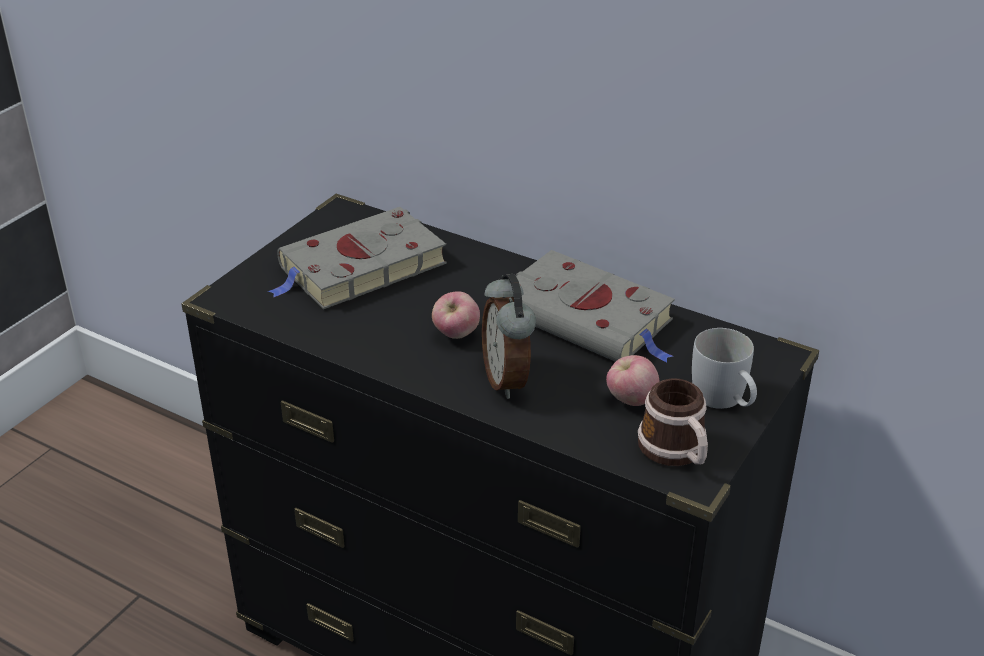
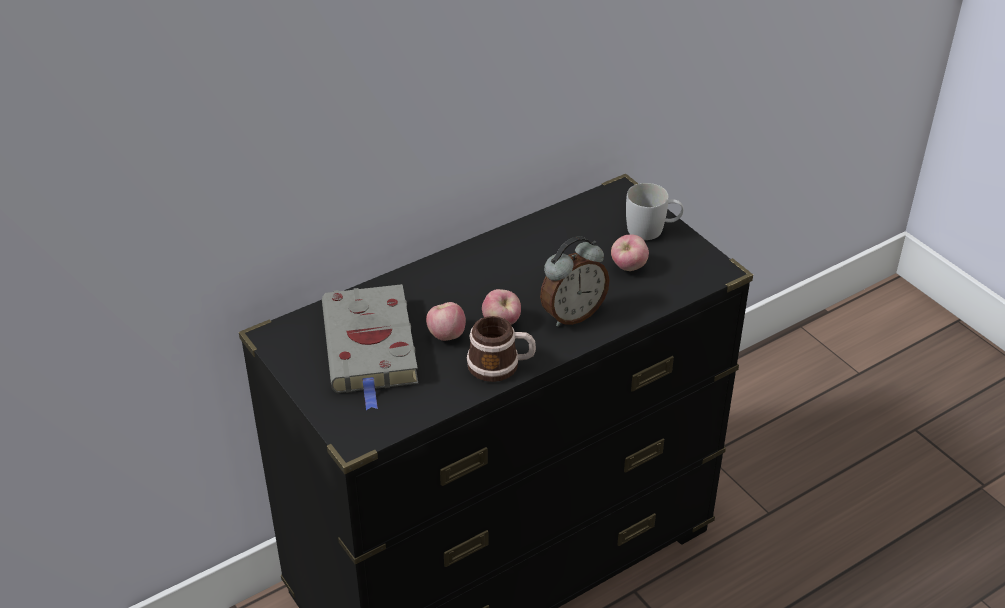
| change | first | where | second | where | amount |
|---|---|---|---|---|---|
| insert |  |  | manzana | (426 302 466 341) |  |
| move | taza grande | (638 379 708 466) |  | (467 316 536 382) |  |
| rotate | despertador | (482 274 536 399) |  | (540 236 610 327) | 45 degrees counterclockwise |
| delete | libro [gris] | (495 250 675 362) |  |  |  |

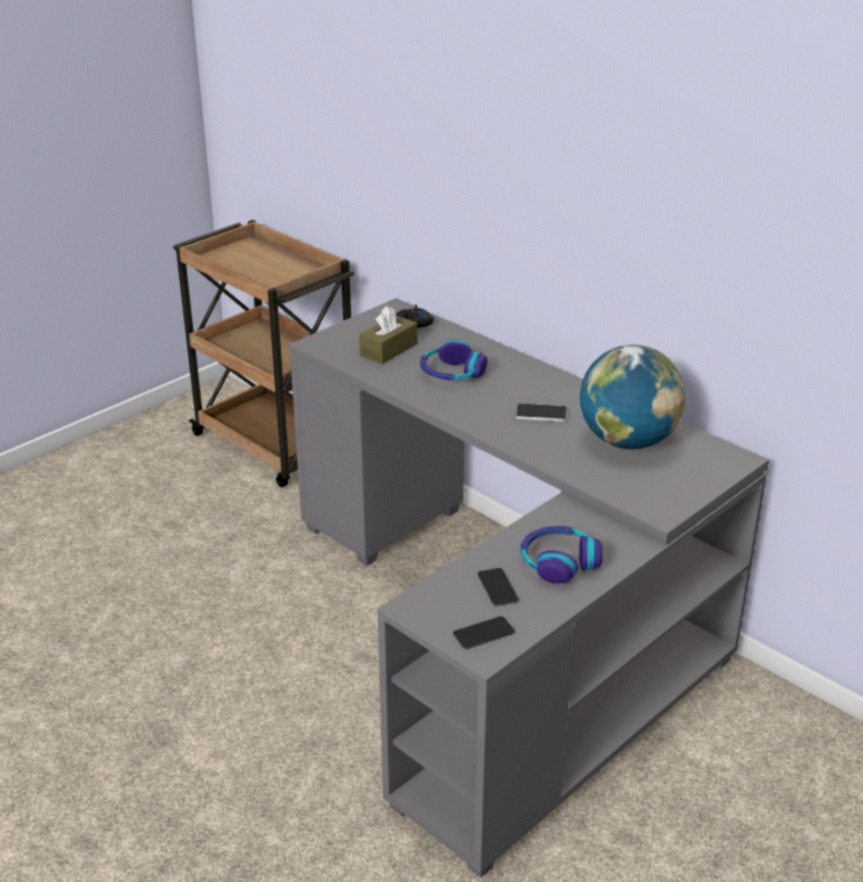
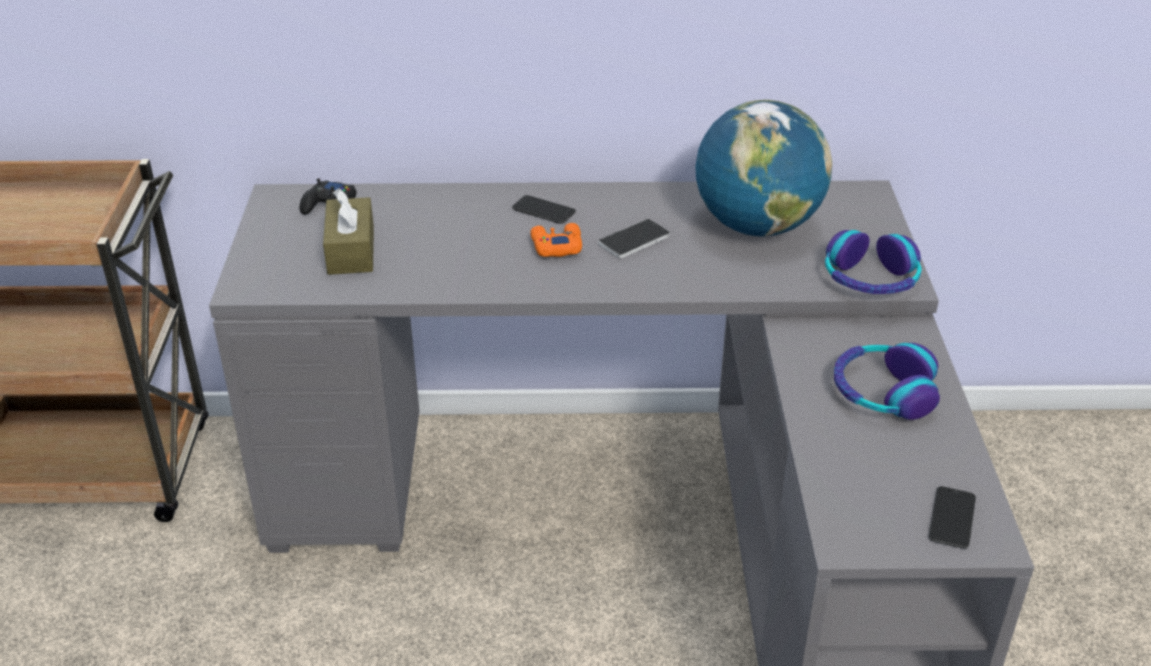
| change | first | where | second | where | amount |
|---|---|---|---|---|---|
| move | móvil | (478 568 518 606) |  | (512 195 576 224) |  |
| insert |  |  | mando de consola [naranja] | (530 223 582 257) |  |
| move | auriculares | (420 339 487 380) |  | (825 230 922 294) |  |

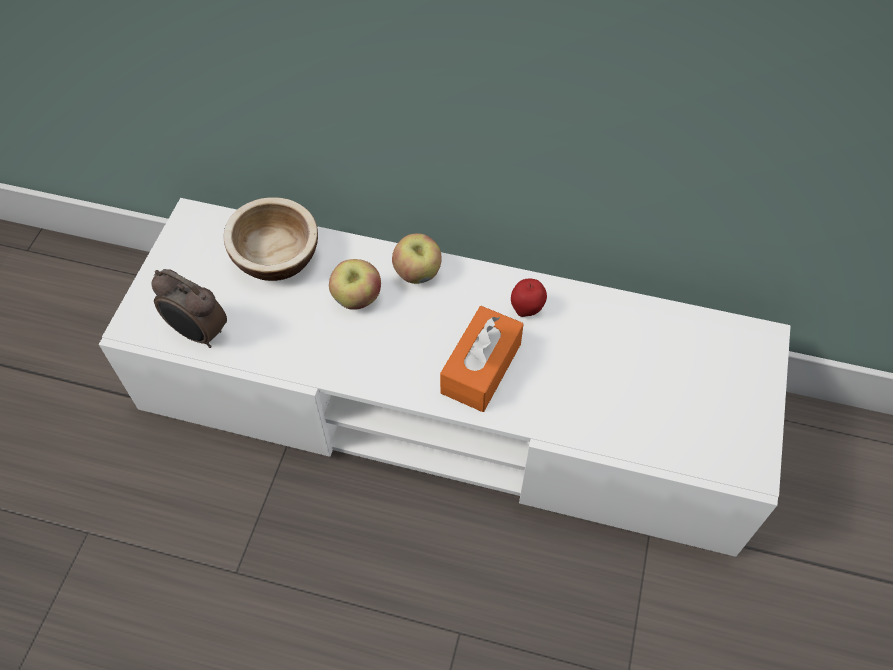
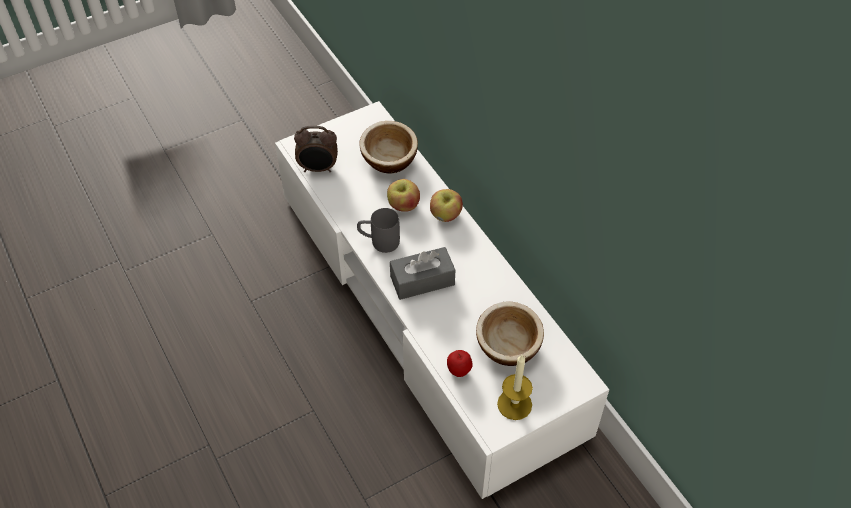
| change | first | where | second | where | amount |
|---|---|---|---|---|---|
| rotate | despertador | (151 269 227 348) |  | (294 126 338 172) | 75 degrees counterclockwise |
| insert |  |  | taza grande [gris] | (357 208 400 253) |  |
| recolor | caja de pañuelos [naranja] | (440 306 524 412) | caja de pañuelos [gris] | (390 247 455 300) |  |
| move | manzana | (511 279 547 317) |  | (447 350 473 377) |  |
| insert |  |  | cuenco | (476 301 544 366) |  |
| insert |  |  | vela | (497 355 533 420) |  |

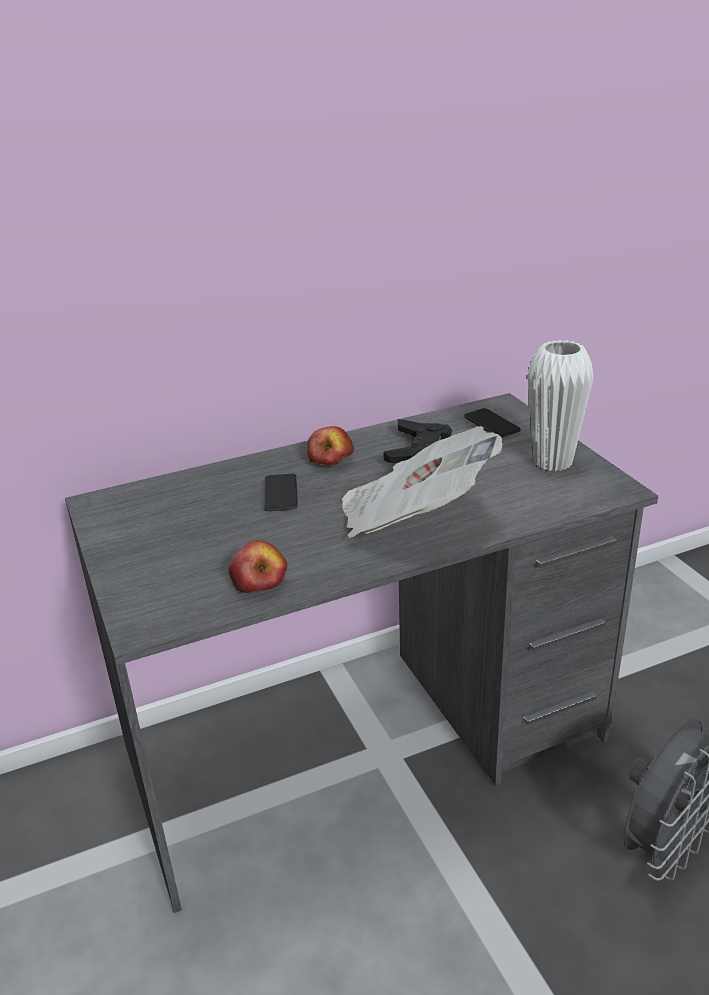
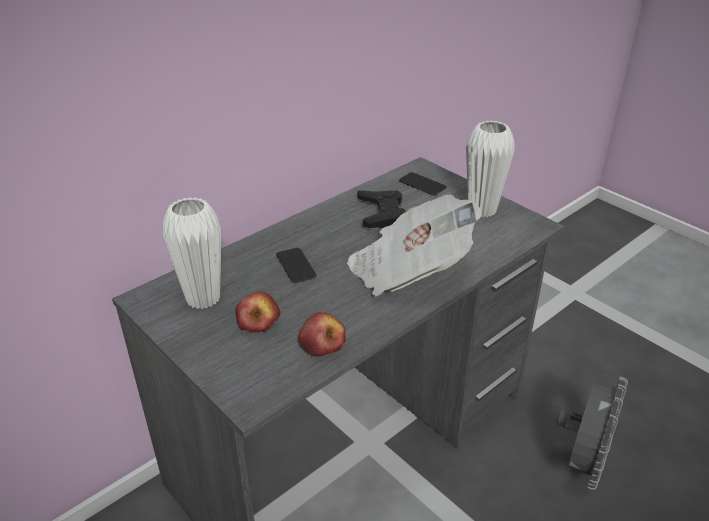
| change | first | where | second | where | amount |
|---|---|---|---|---|---|
| insert |  |  | florero [blanco] | (162 197 221 309) |  |
| move | manzana | (307 426 354 466) |  | (235 291 280 333) |  |

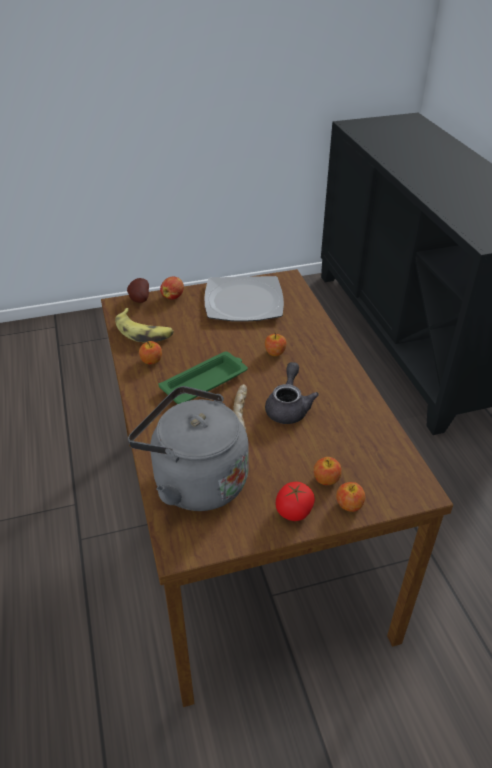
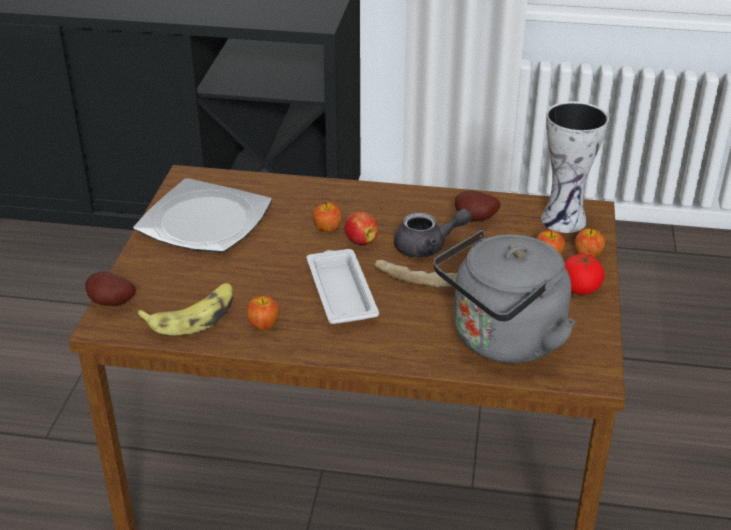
| change | first | where | second | where | amount |
|---|---|---|---|---|---|
| recolor | bandeja [verde] | (159 351 248 404) | bandeja [blanco] | (307 249 379 324) |  |
| move | manzana | (160 277 184 300) |  | (345 211 378 245) |  |
| rotate | tetera [gris] | (265 362 319 424) |  | (394 208 472 258) | 135 degrees clockwise |
| insert |  |  | patata | (455 190 500 221) |  |
| insert |  |  | florero | (541 101 609 233) |  |

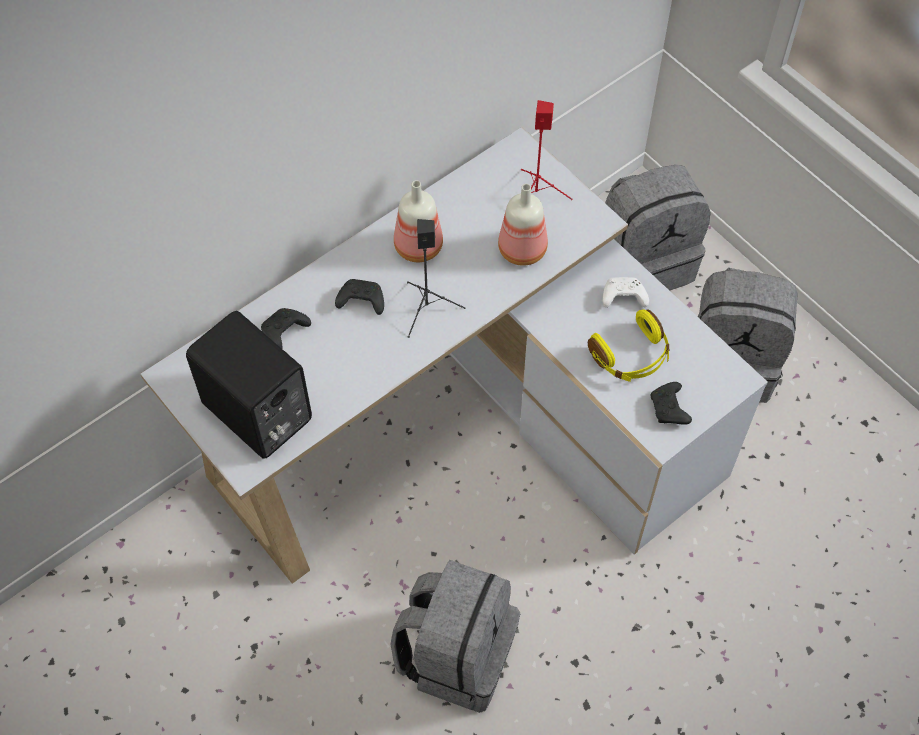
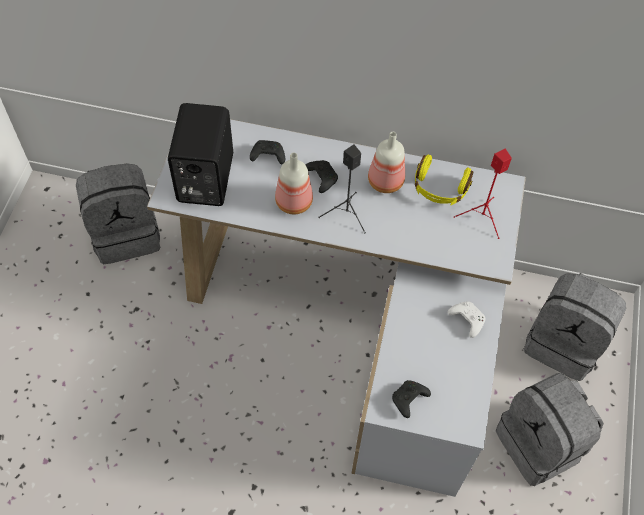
| change | first | where | second | where | amount |
|---|---|---|---|---|---|
| move | mochila [gris] | (391 560 520 713) |  | (76 163 160 264) |  |
| move | botella | (498 184 548 266) |  | (275 153 313 214) |  |
| move | auriculares [amarillo] | (588 309 669 382) |  | (415 155 473 205) |  |

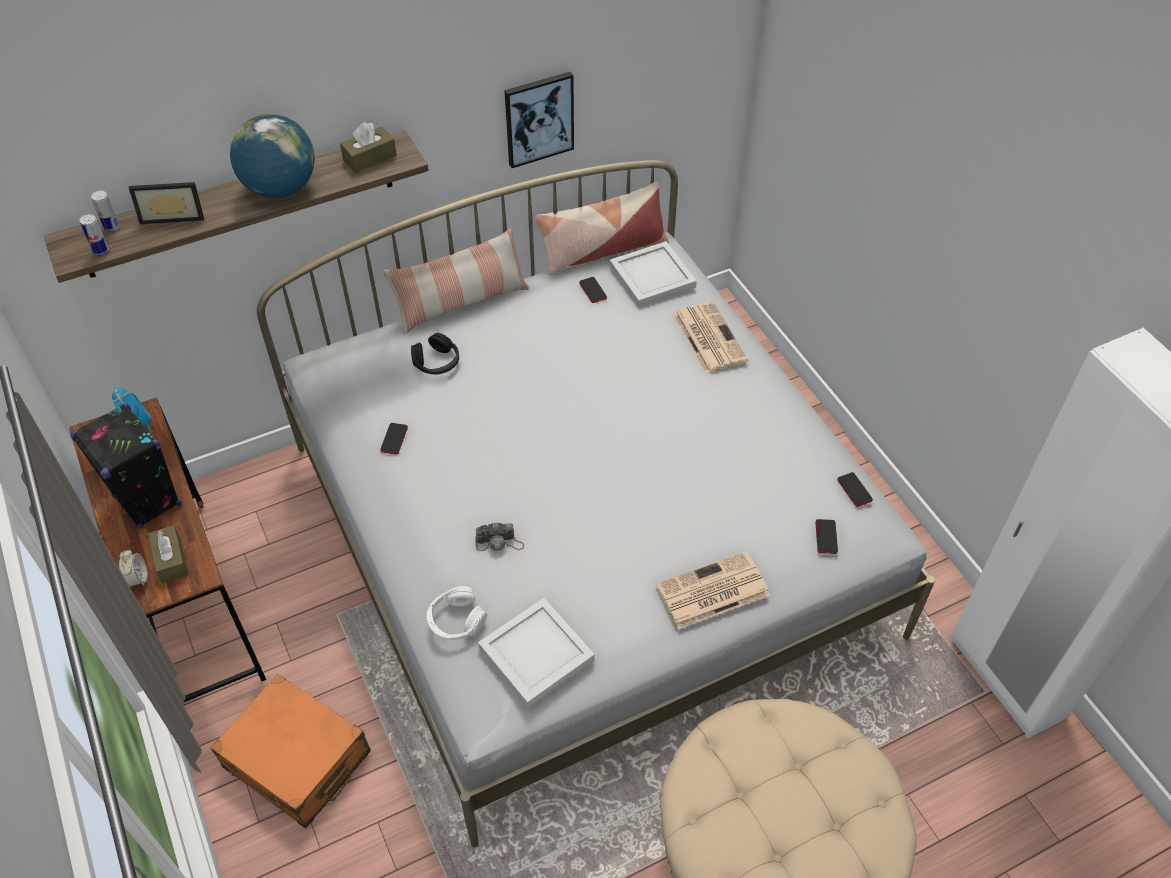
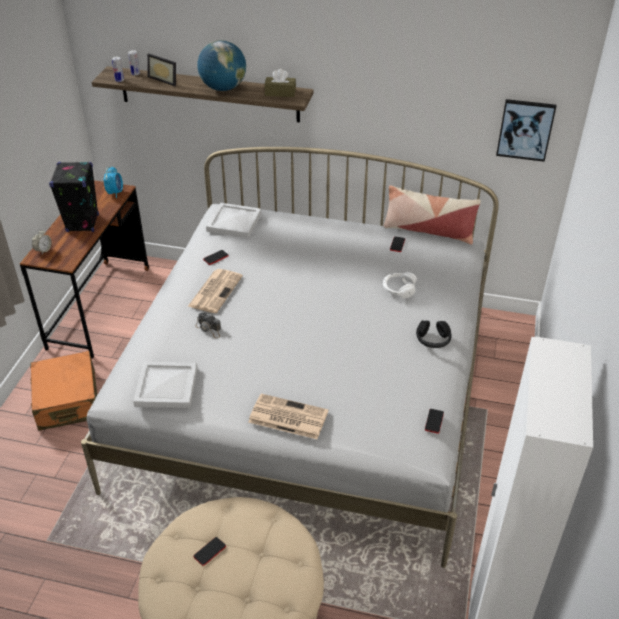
| change | first | where | second | where | amount |
|---|---|---|---|---|---|
| move | periódico | (673 302 748 373) |  | (187 269 243 313) |  |
| move | móvil | (816 519 838 554) |  | (193 537 226 566) |  |
| move | bandeja [blanco] | (610 241 697 307) |  | (206 203 261 238) |  |
| move | auriculares [blanco] | (426 586 487 640) |  | (383 272 417 298) |  |
| move | auriculares [negro] | (411 333 459 375) |  | (416 320 452 348) |  |
| move | cuadro | (504 72 574 168) |  | (496 99 556 162) |  |
| delete | caja de pañuelos [marrón] | (148 525 189 583) |  |  |  |
| delete | cojín | (383 228 529 334) |  |  |  |

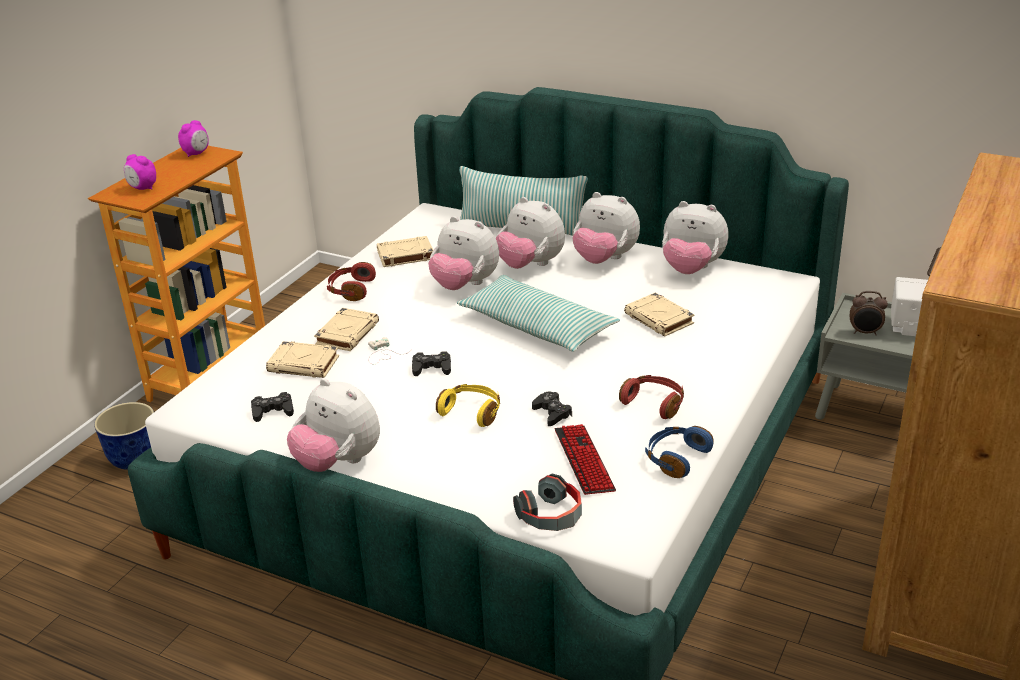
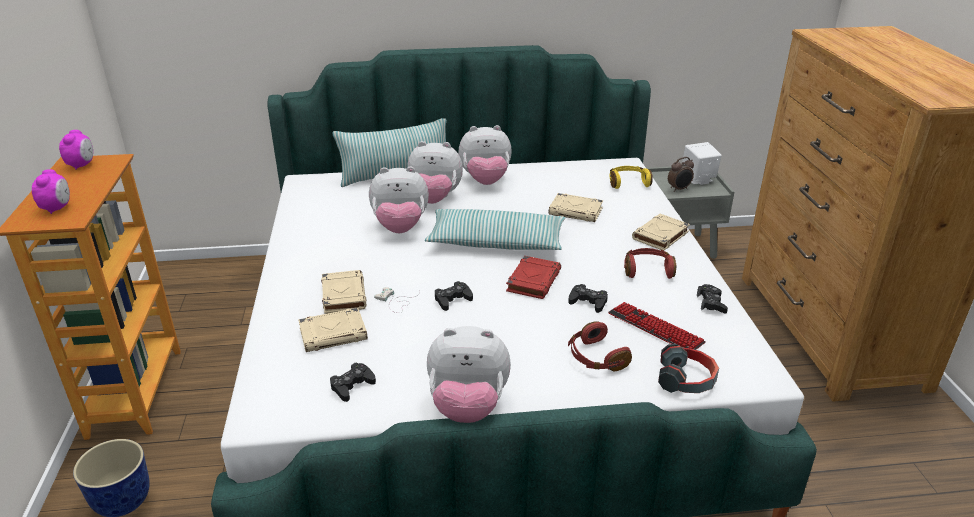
| change | first | where | second | where | amount |
|---|---|---|---|---|---|
| rotate | despertador | (124 154 156 190) |  | (32 169 70 214) | 90 degrees counterclockwise |
| insert |  |  | libro [rojo] | (506 256 561 299) |  |
| move | auriculares [rojo] | (327 262 376 301) |  | (568 321 632 371) |  |
| move | auriculares [amarillo] | (436 384 500 427) |  | (609 166 653 189) |  |
| move | libro [beis] | (377 236 433 267) |  | (632 214 690 251) |  |
| replace | auriculares [azul] | (645 426 714 478) | mando de consola [negro] | (697 284 728 314) |  |
| delete | peluche | (662 201 729 274) |  |  |  |

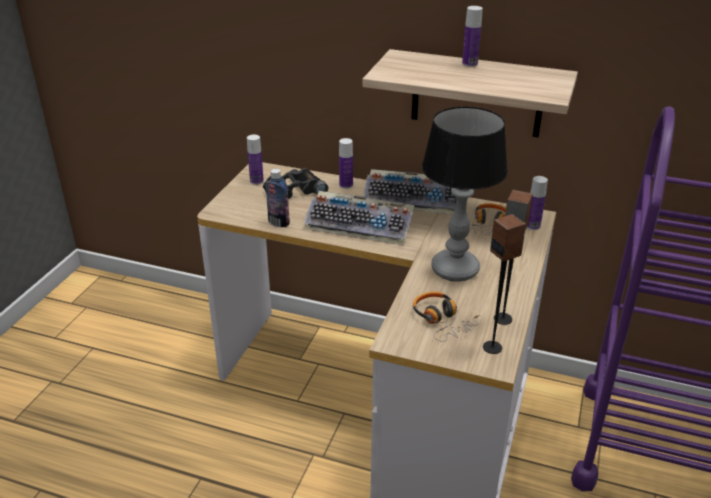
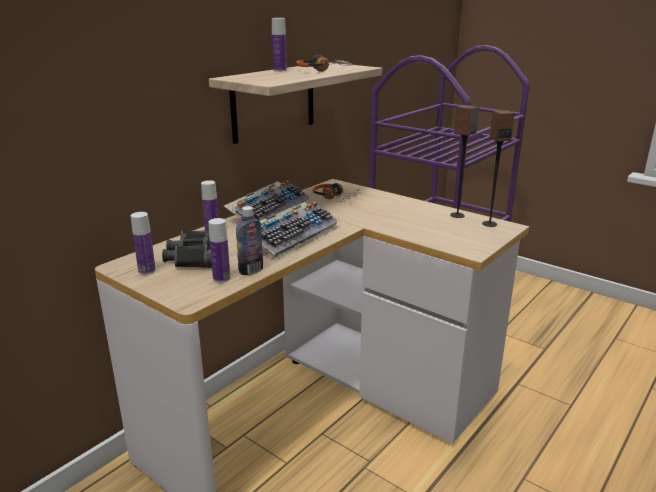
| change | first | where | second | where | amount |
|---|---|---|---|---|---|
| move | botella | (527 176 548 230) |  | (208 218 230 283) |  |
| move | auriculares | (413 292 480 342) |  | (297 55 353 72) |  |
| delete | lámpara de mesa | (422 106 508 282) |  |  |  |

